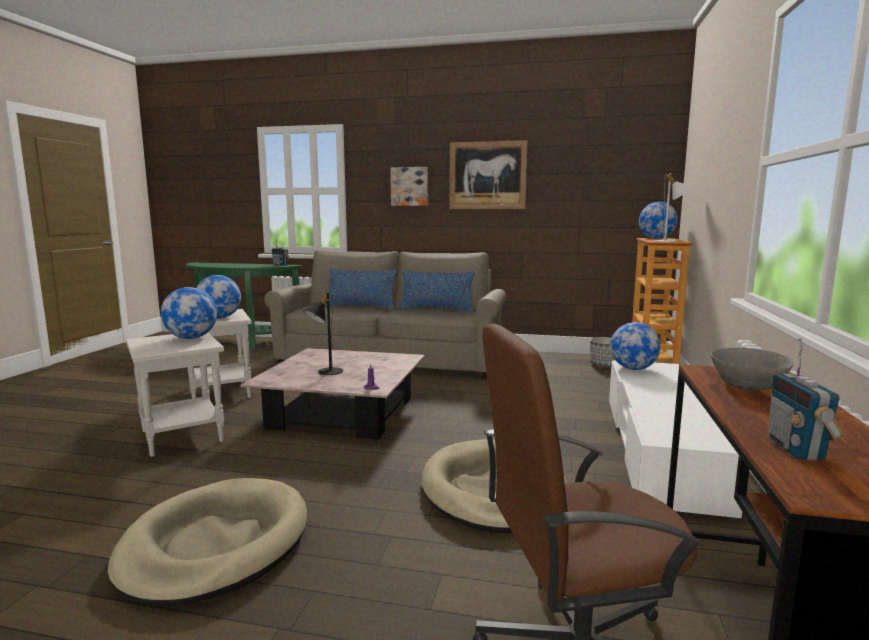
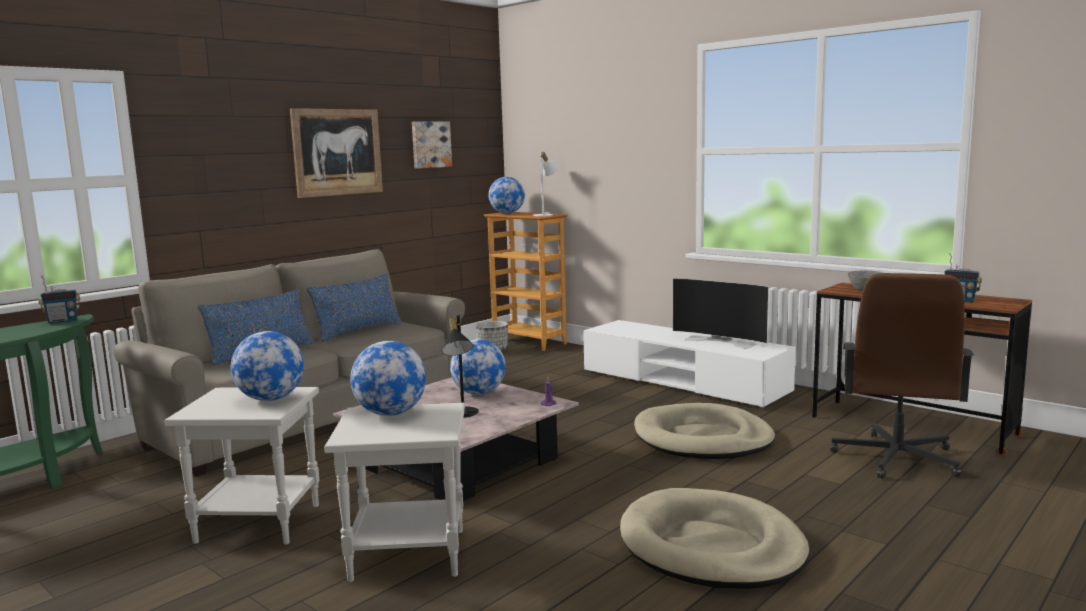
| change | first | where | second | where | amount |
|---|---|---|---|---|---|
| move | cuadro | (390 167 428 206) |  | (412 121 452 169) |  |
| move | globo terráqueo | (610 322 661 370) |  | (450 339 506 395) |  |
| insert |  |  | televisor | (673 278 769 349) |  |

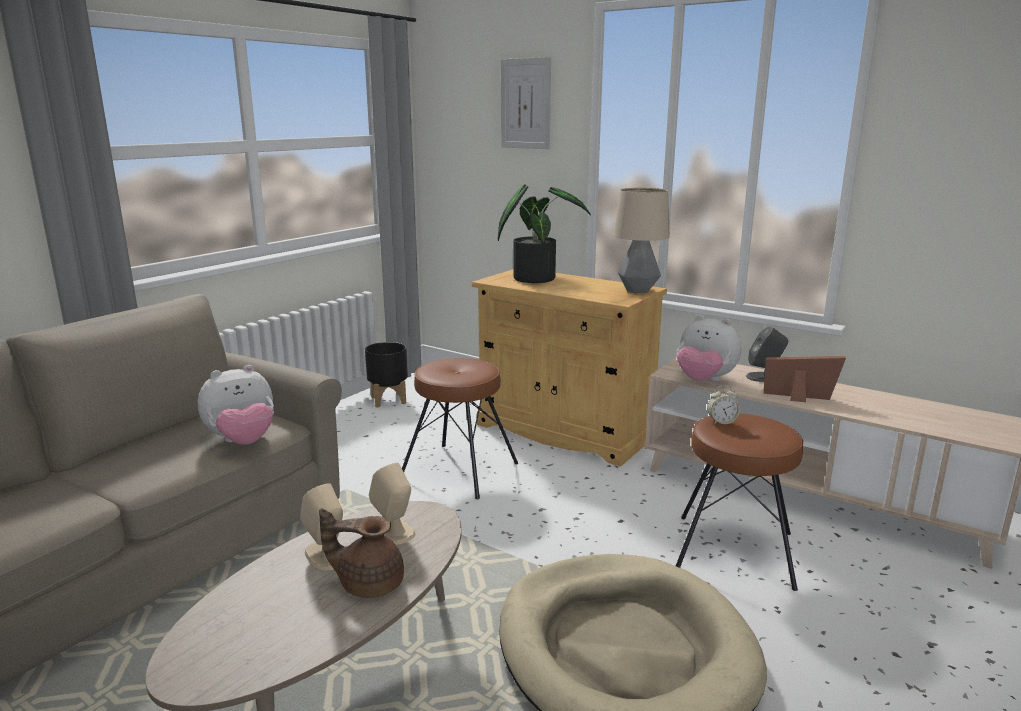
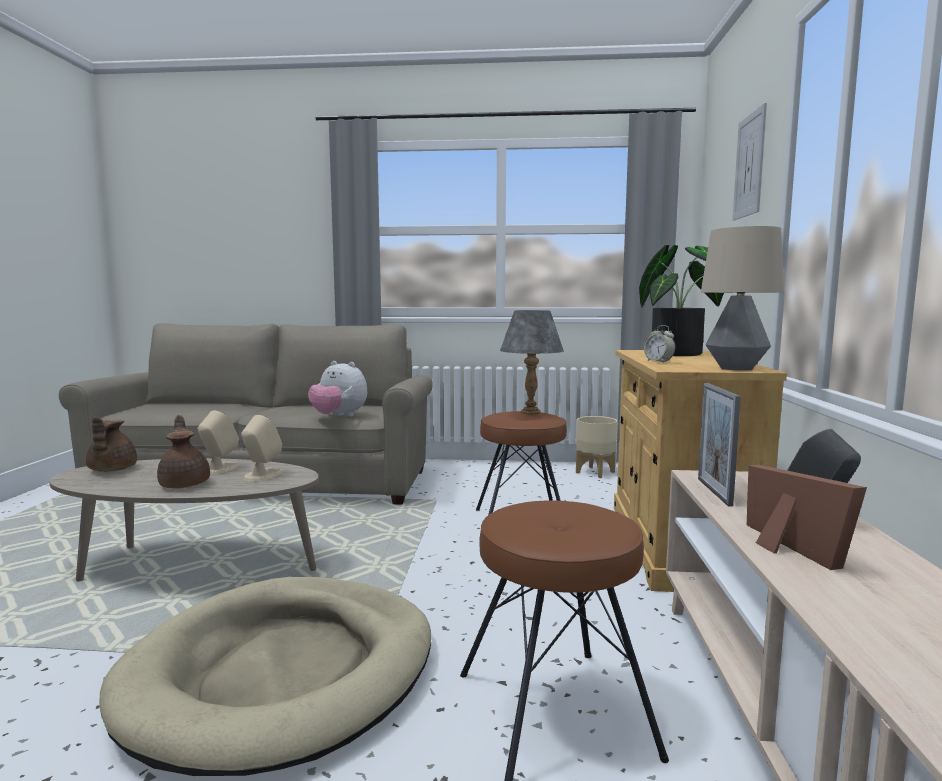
| change | first | where | second | where | amount |
|---|---|---|---|---|---|
| insert |  |  | tetera [marrón] | (86 417 137 472) |  |
| insert |  |  | lámpara de mesa [gris] | (500 310 564 414) |  |
| recolor | maceta [negro] | (365 342 408 408) | maceta [beis] | (576 416 617 478) |  |
| move | despertador | (707 385 740 424) |  | (644 325 675 363) |  |
| replace | peluche | (677 315 742 381) | portarretratos | (698 383 741 507) |  |

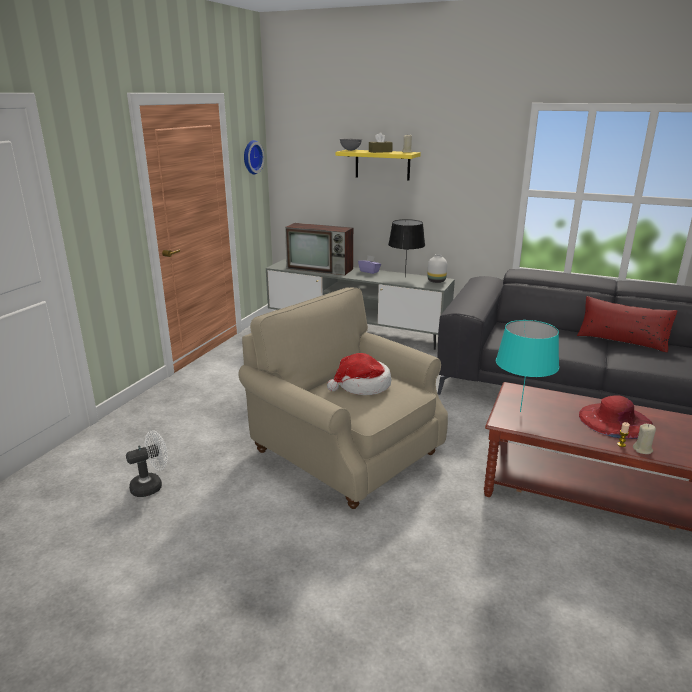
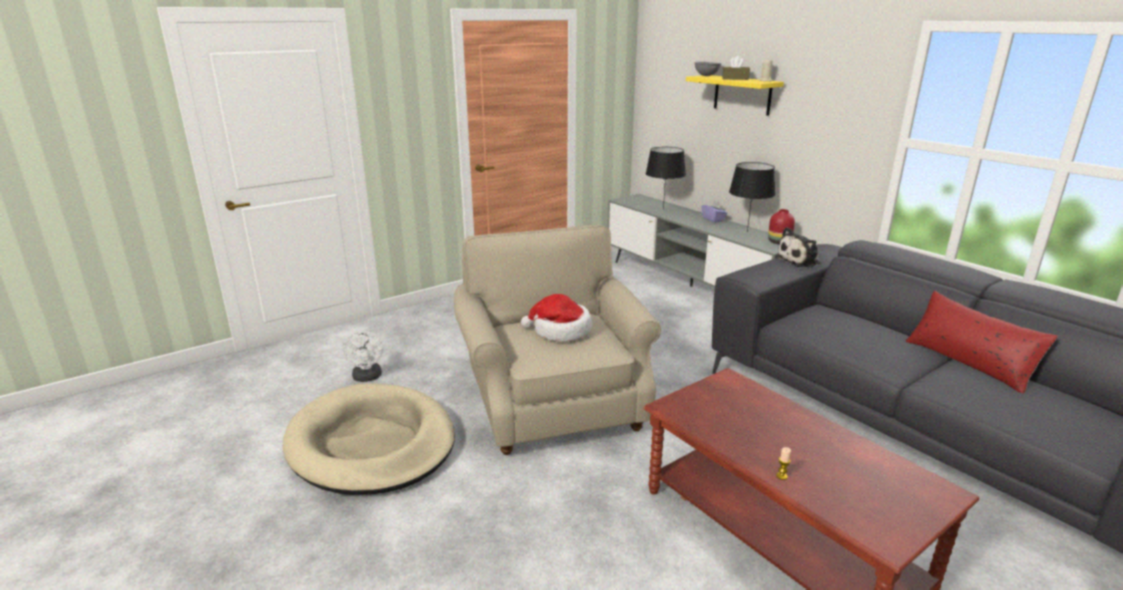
| change | first | where | second | where | amount |
|---|---|---|---|---|---|
| insert |  |  | cama para perro [beis] | (283 383 455 495) |  |
| rotate | ventilador [blanco] | (126 430 168 497) |  | (342 331 383 382) | 75 degrees clockwise |
| replace | televisor | (285 223 353 275) | lámpara de mesa [negro] | (646 147 686 209) |  |
| recolor | florero [blanco] | (427 254 447 283) | florero [rojo] | (768 209 795 244) |  |
| insert |  |  | peluche | (775 227 821 268) |  |
| delete | reloj de pared | (244 140 264 175) |  |  |  |
| delete | lámpara de mesa [turquesa] | (496 320 559 412) |  |  |  |
| delete | sombrero [rojo] | (579 395 653 439) |  |  |  |
| delete | vela [beis] | (633 424 656 454) |  |  |  |

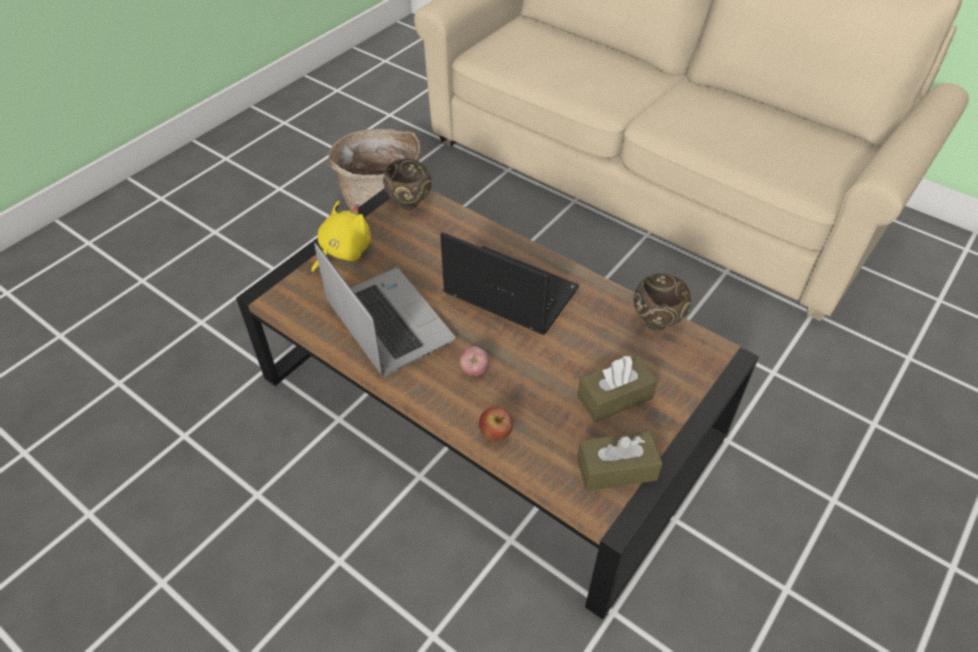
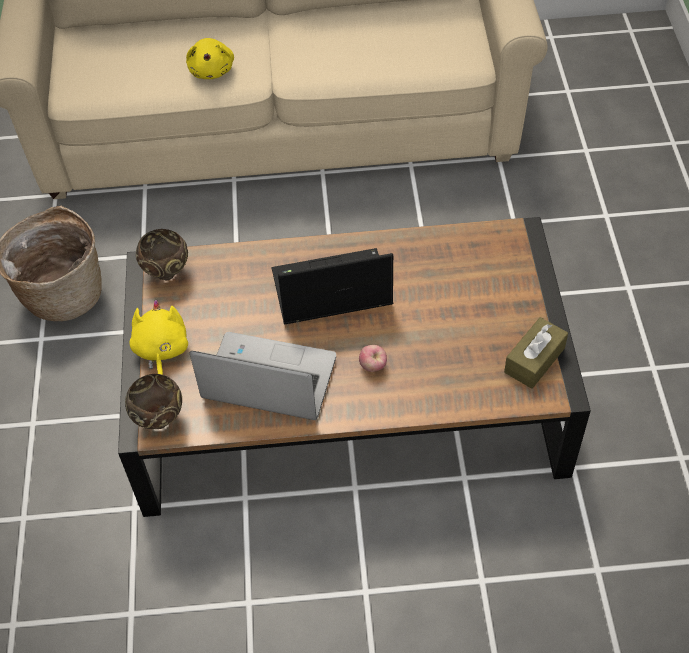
| change | first | where | second | where | amount |
|---|---|---|---|---|---|
| move | cuenco [marrón] | (633 274 691 330) |  | (125 374 182 429) |  |
| insert |  |  | peluche [amarillo] | (186 38 234 79) |  |
| delete | manzana | (479 407 513 441) |  |  |  |
| delete | caja de pañuelos [marrón] | (577 355 658 422) |  |  |  |

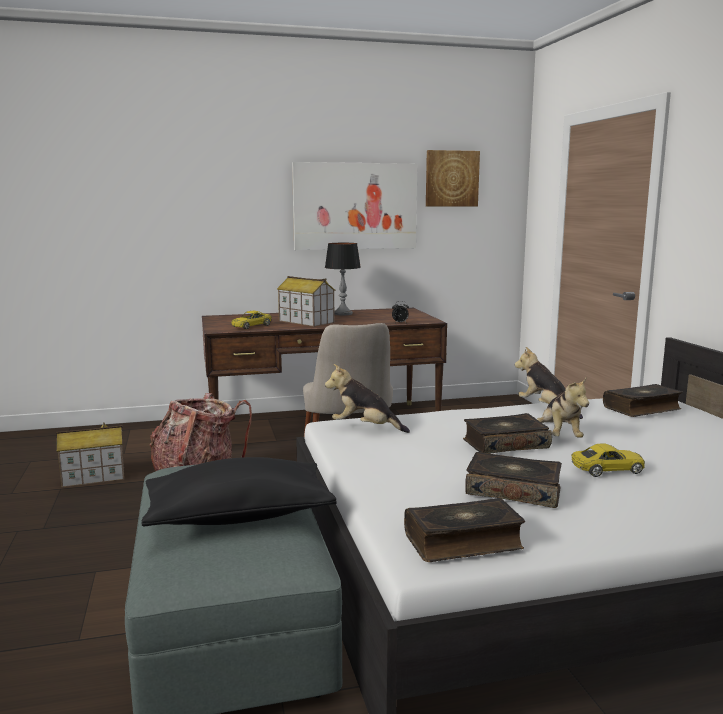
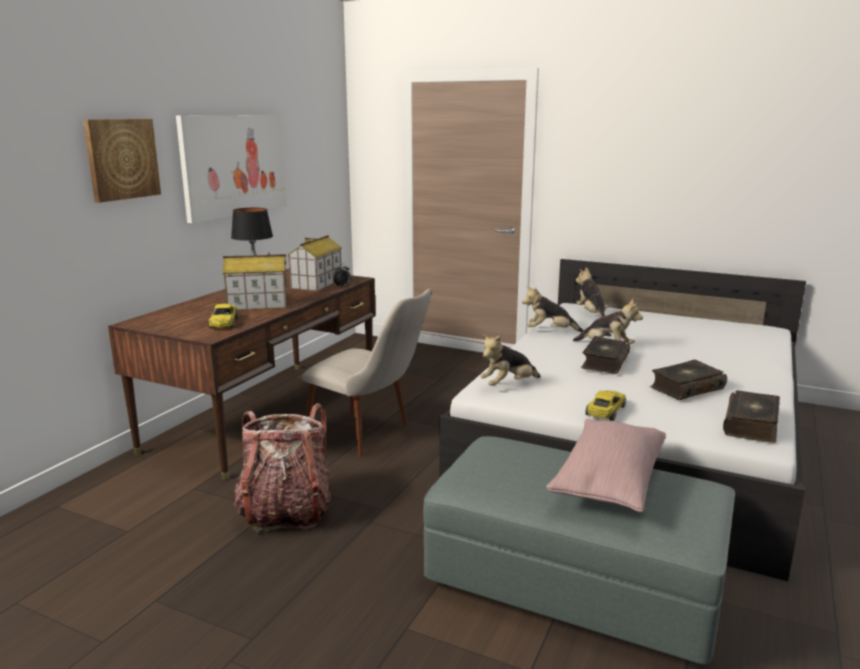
| change | first | where | second | where | amount |
|---|---|---|---|---|---|
| move | cuadro | (426 150 480 207) |  | (83 119 161 203) |  |
| move | casita | (56 422 124 488) |  | (287 235 342 291) |  |
| recolor | cojín [negro] | (141 457 336 526) | cojín [rosa] | (546 419 666 513) |  |
| replace | libro | (603 384 683 417) | peluche | (576 268 608 317) |  |
| move | coche de juguete [amarillo] | (571 443 645 477) |  | (585 391 626 421) |  |

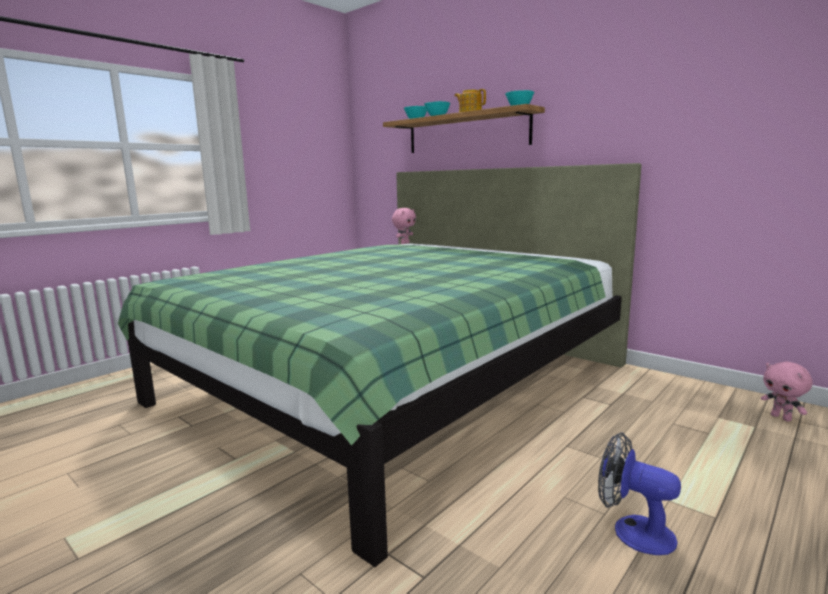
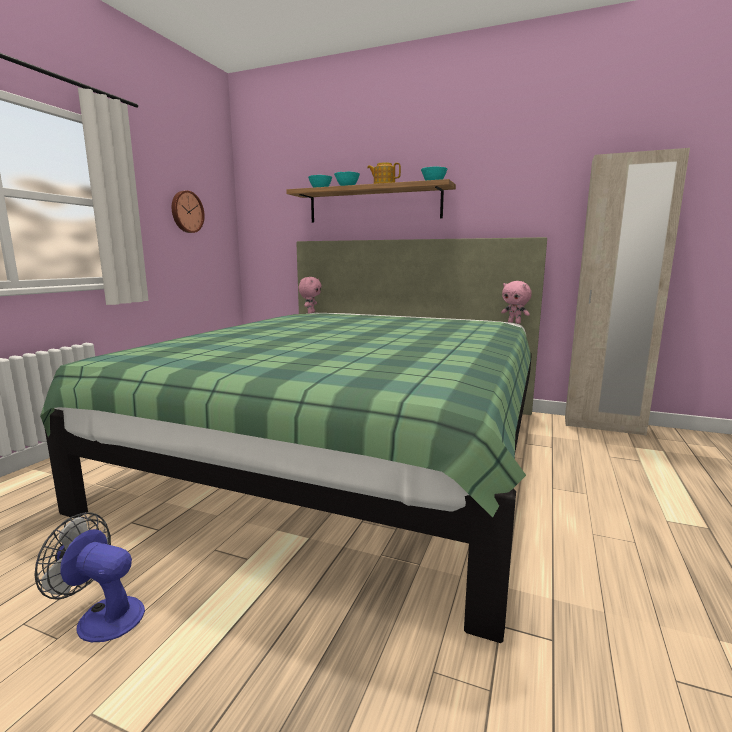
| change | first | where | second | where | amount |
|---|---|---|---|---|---|
| move | ventilador | (598 432 681 555) |  | (34 512 145 642) |  |
| insert |  |  | reloj de pared | (172 191 205 233) |  |
| move | peluche [rosa] | (761 362 813 421) |  | (501 281 532 324) |  |
| insert |  |  | armario ropero [beis] | (565 148 690 436) |  |

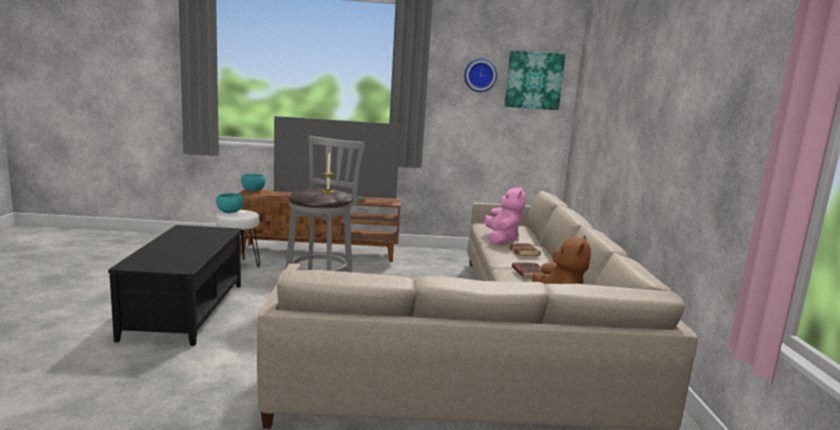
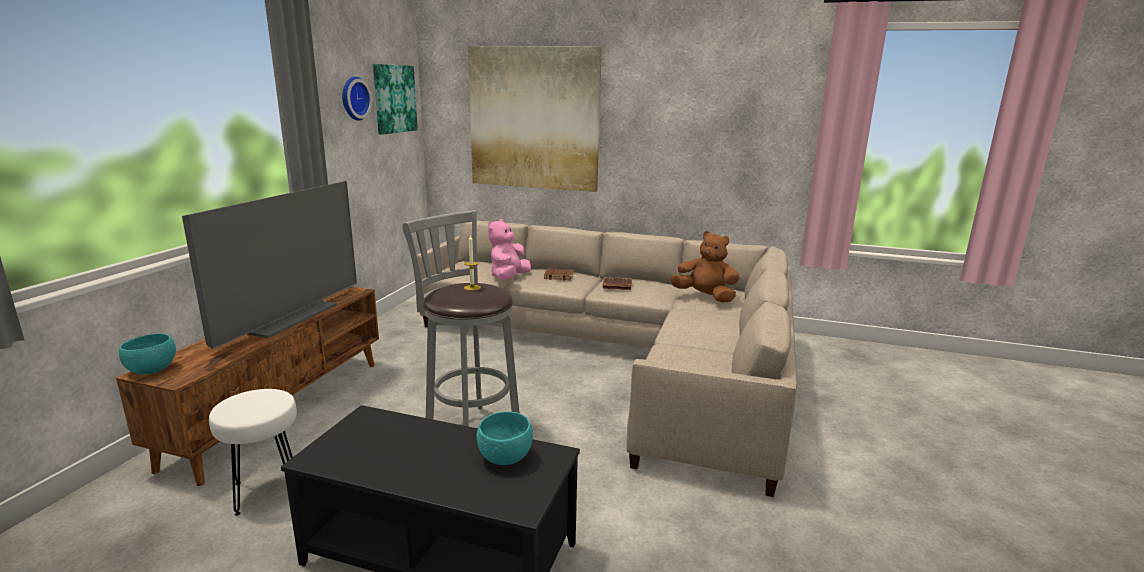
| change | first | where | second | where | amount |
|---|---|---|---|---|---|
| insert |  |  | cuadro | (468 46 602 192) |  |
| move | cuenco [turquesa] | (216 193 244 213) |  | (477 411 533 465) |  |
| rotate | peluche [rosa] | (485 186 526 245) |  | (488 219 531 280) | 90 degrees counterclockwise |

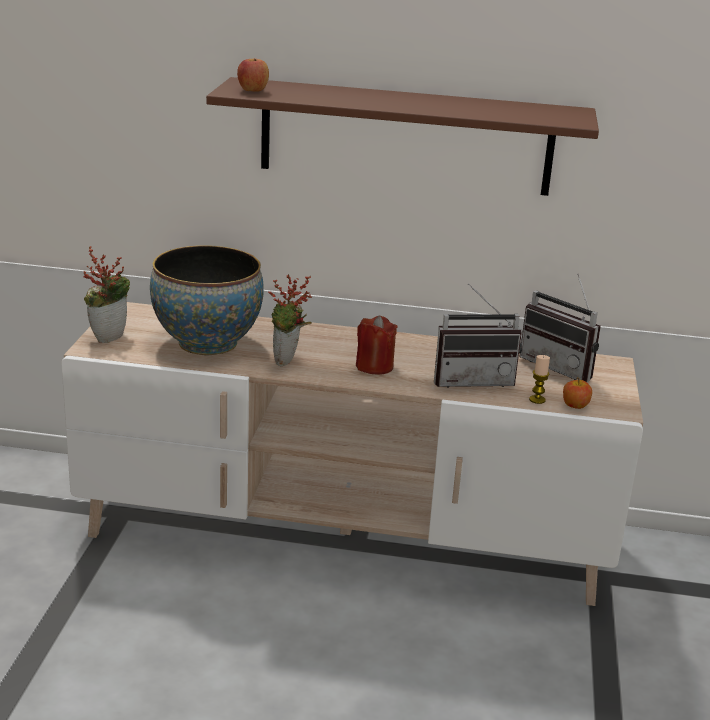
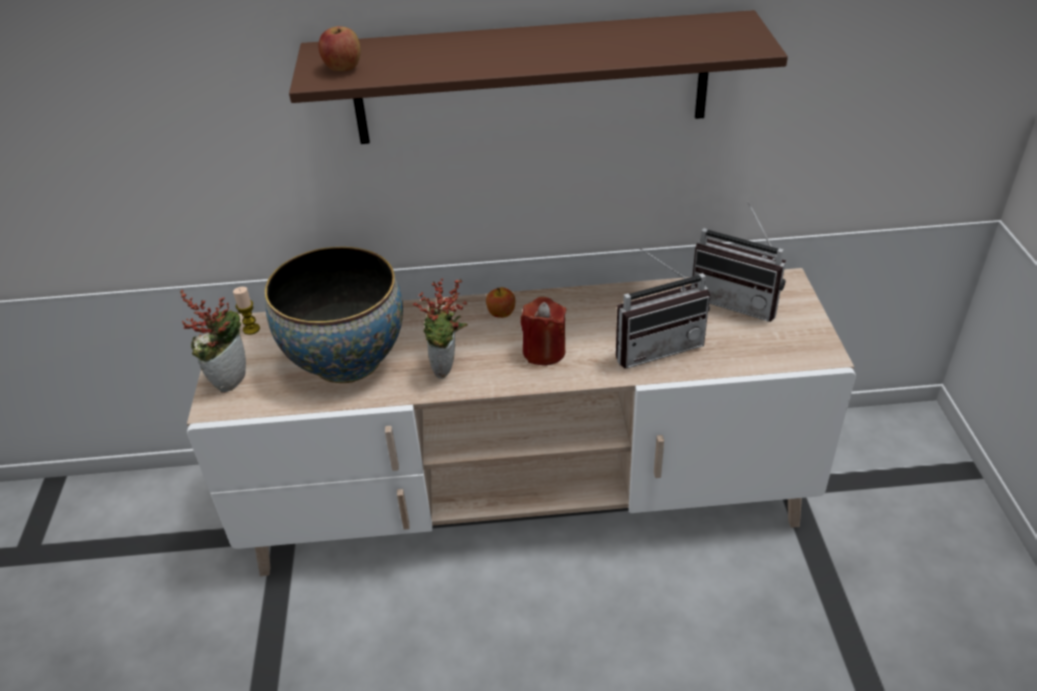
| change | first | where | second | where | amount |
|---|---|---|---|---|---|
| move | vela | (529 355 550 404) |  | (233 287 260 335) |  |
| move | manzana | (563 377 592 409) |  | (486 287 515 318) |  |

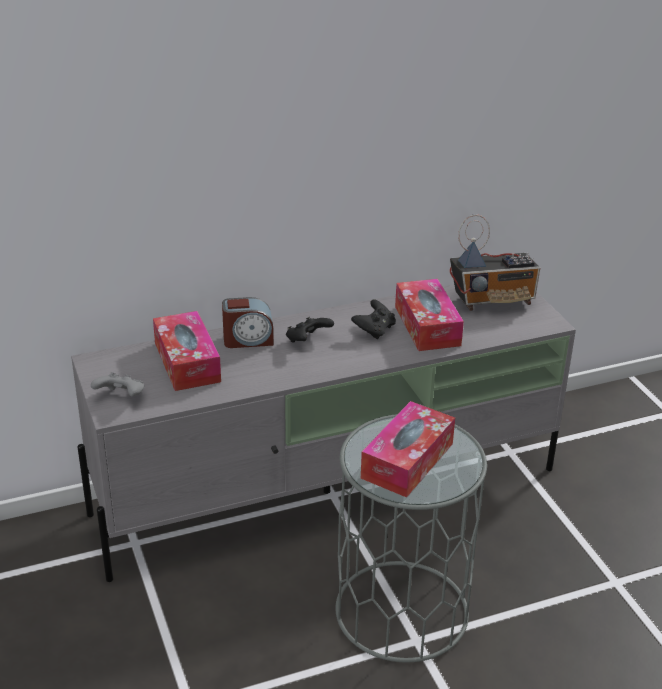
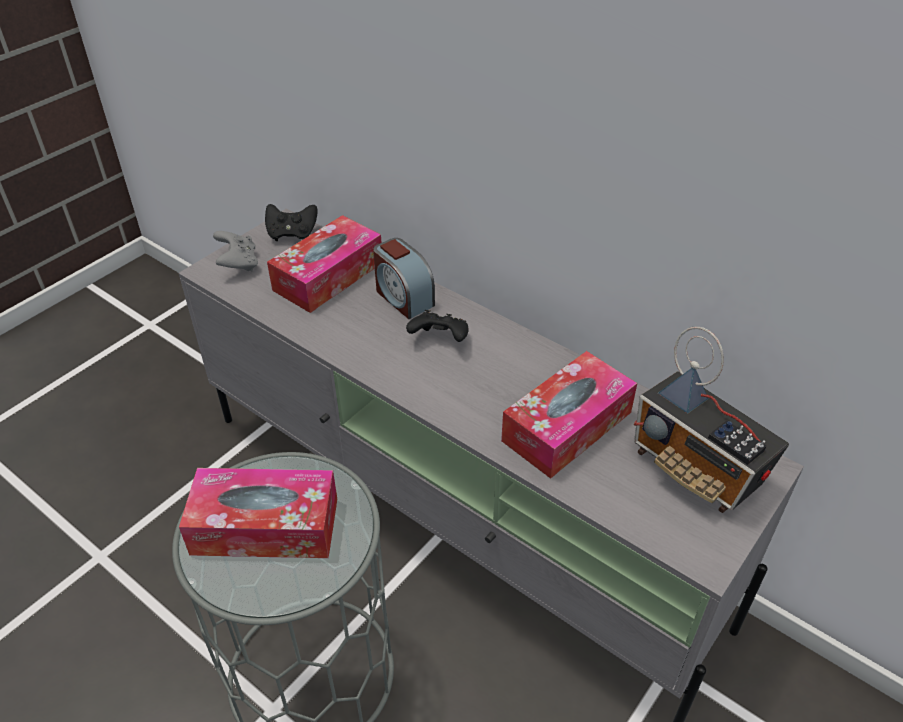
| change | first | where | second | where | amount |
|---|---|---|---|---|---|
| move | mando de consola [negro] | (351 299 396 339) |  | (265 204 318 241) |  |

